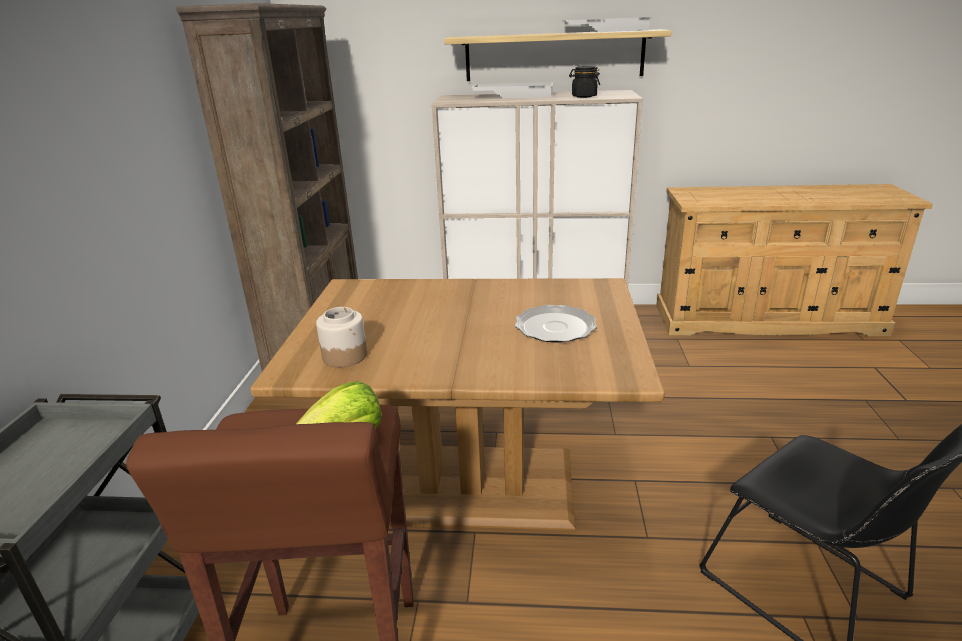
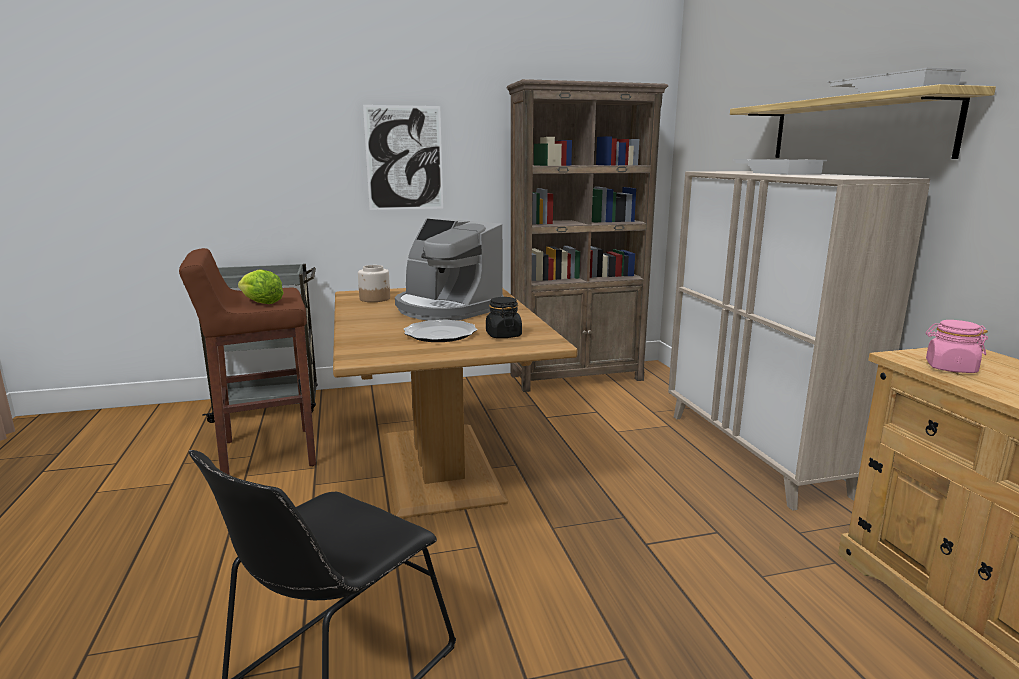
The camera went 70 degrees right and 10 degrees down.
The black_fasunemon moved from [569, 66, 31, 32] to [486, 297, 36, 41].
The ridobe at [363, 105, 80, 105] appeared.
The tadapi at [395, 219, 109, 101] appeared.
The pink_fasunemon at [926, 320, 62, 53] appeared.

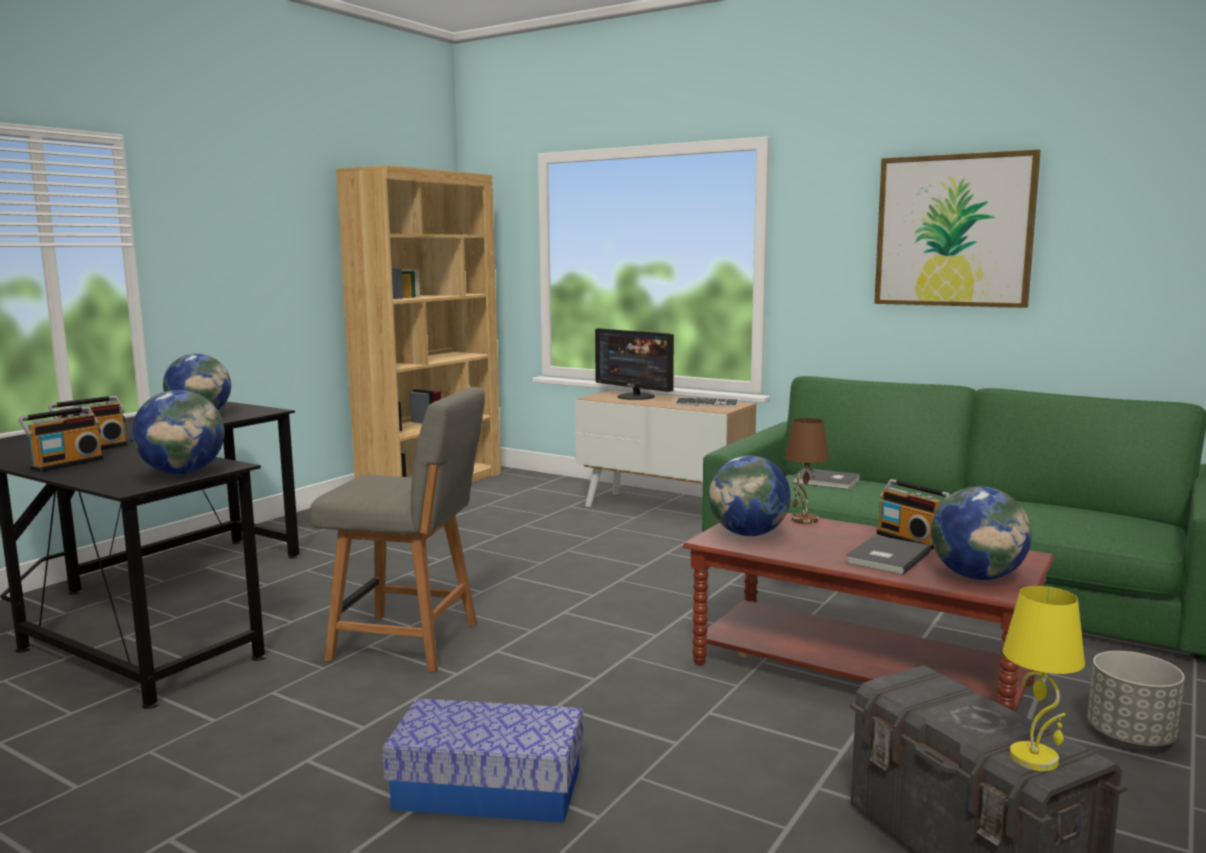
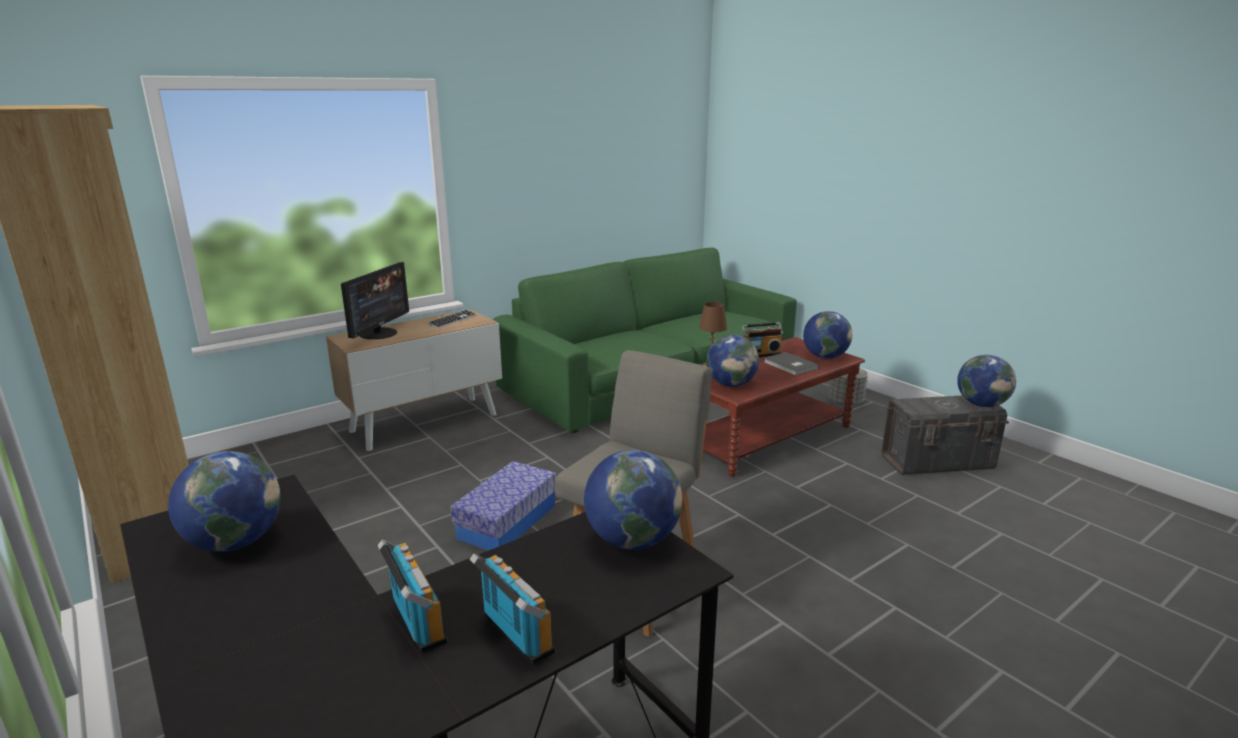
The camera went 70 degrees left and 10 degrees up.
The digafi moved from [383, 698, 200, 125] to [451, 461, 105, 90].
The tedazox at [595, 328, 79, 72] turned 45 degrees counterclockwise.
The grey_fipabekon at [792, 469, 68, 20] disappeared.
The ridobe at [874, 149, 167, 159] disappeared.
The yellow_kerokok at [1002, 586, 83, 185] was replaced by the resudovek at [957, 355, 59, 52].

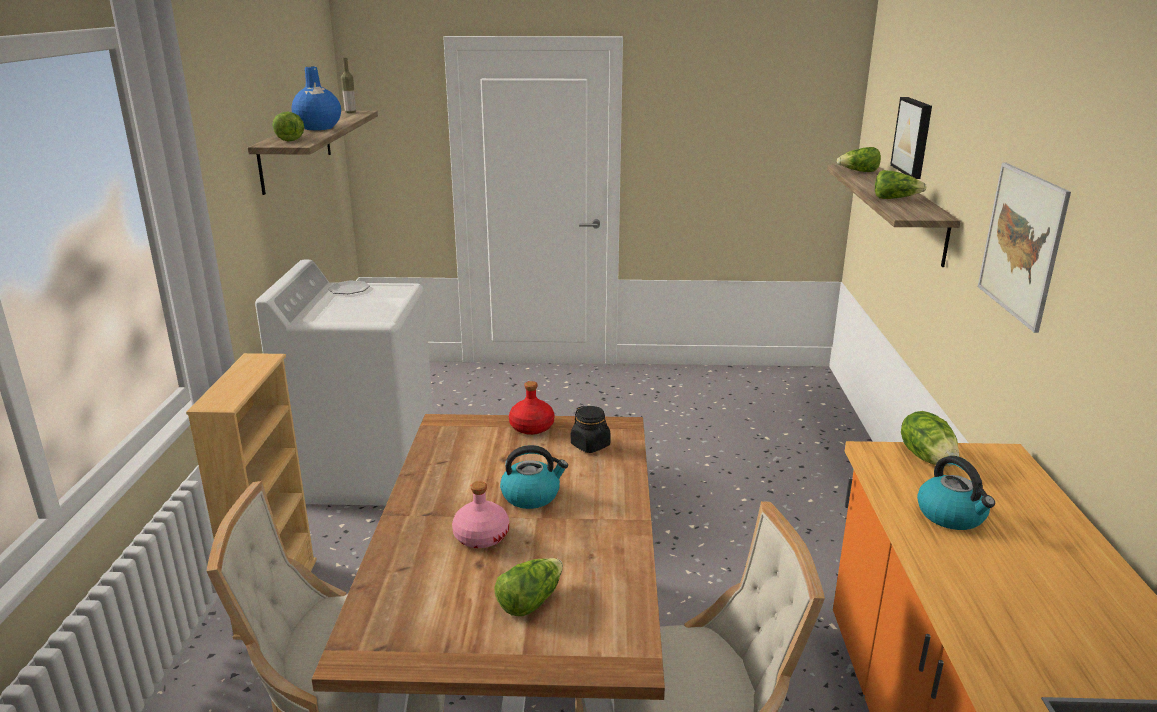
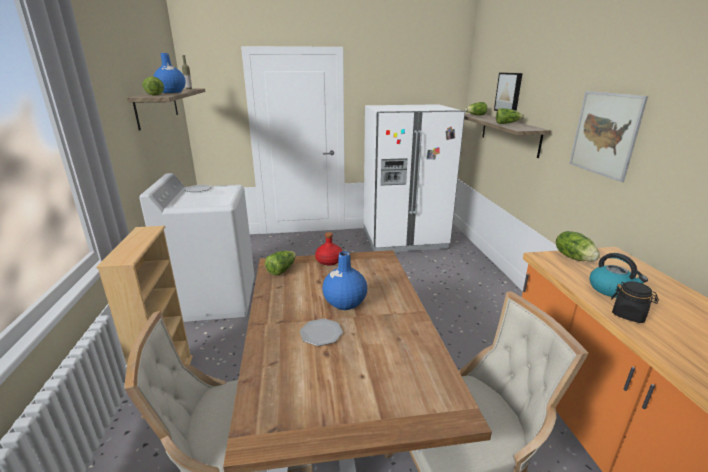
The camera went 10 degrees left and 0 degrees up.
The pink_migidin at [452, 481, 57, 67] was replaced by the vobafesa at [300, 319, 43, 27].
The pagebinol moved from [494, 558, 69, 58] to [265, 251, 31, 24].
The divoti at [500, 445, 68, 64] was replaced by the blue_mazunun at [322, 251, 45, 59].
The black_fasunemon moved from [571, 406, 40, 47] to [611, 281, 48, 42].
The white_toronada at [364, 104, 101, 148] appeared.

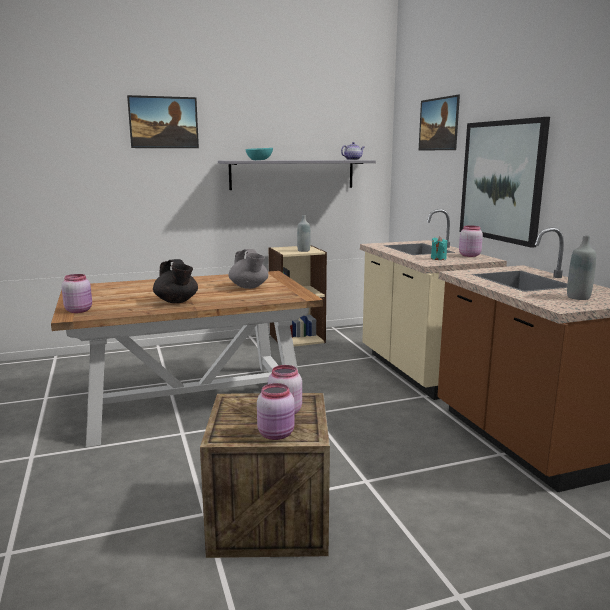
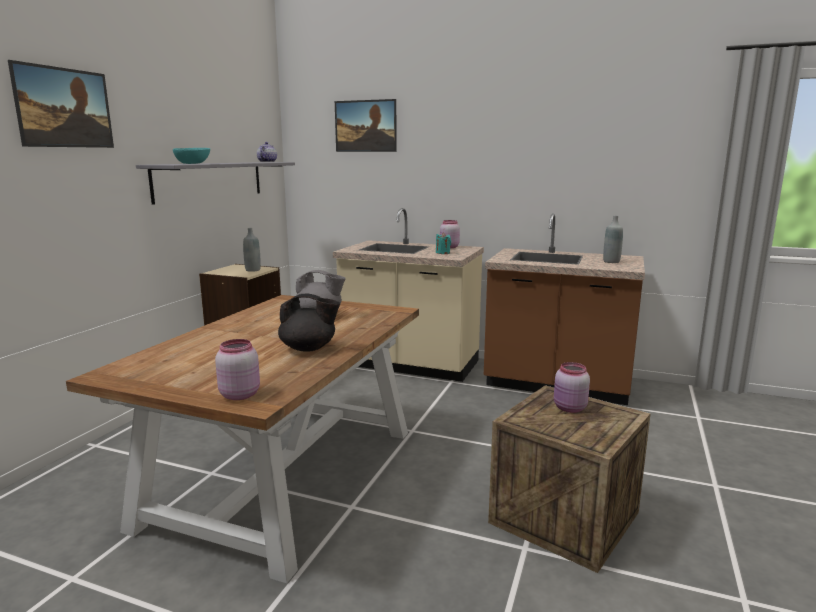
The camera went 50 degrees left and 0 degrees up.
The pink_fasunemon at [257, 383, 38, 57] disappeared.
The ridobe at [460, 117, 90, 131] disappeared.

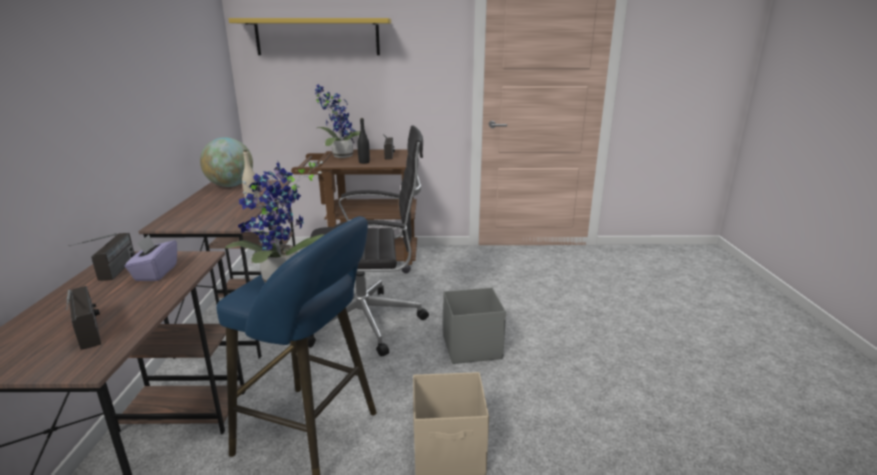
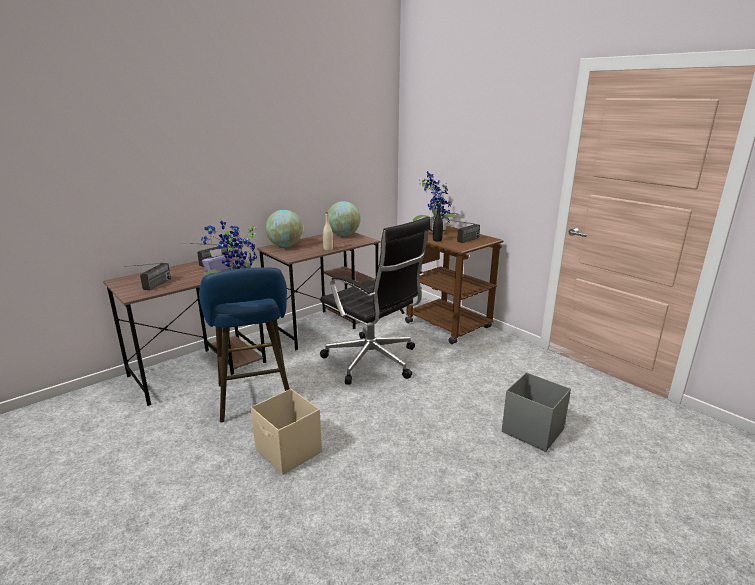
The camera went 50 degrees right and 0 degrees up.
The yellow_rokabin at [228, 18, 163, 37] disappeared.
The grey_digafi moved from [443, 288, 63, 76] to [502, 372, 69, 80].
The resudovek at [265, 210, 38, 37] appeared.

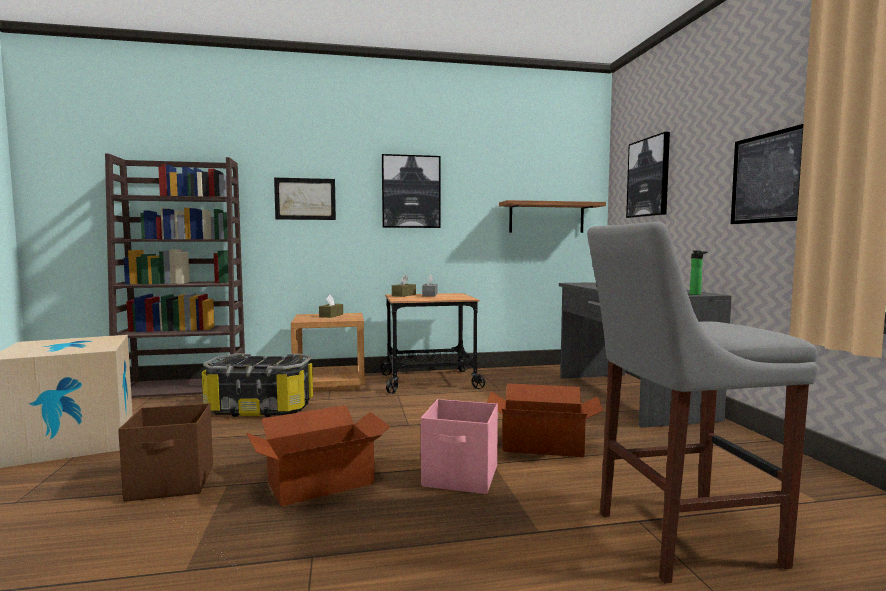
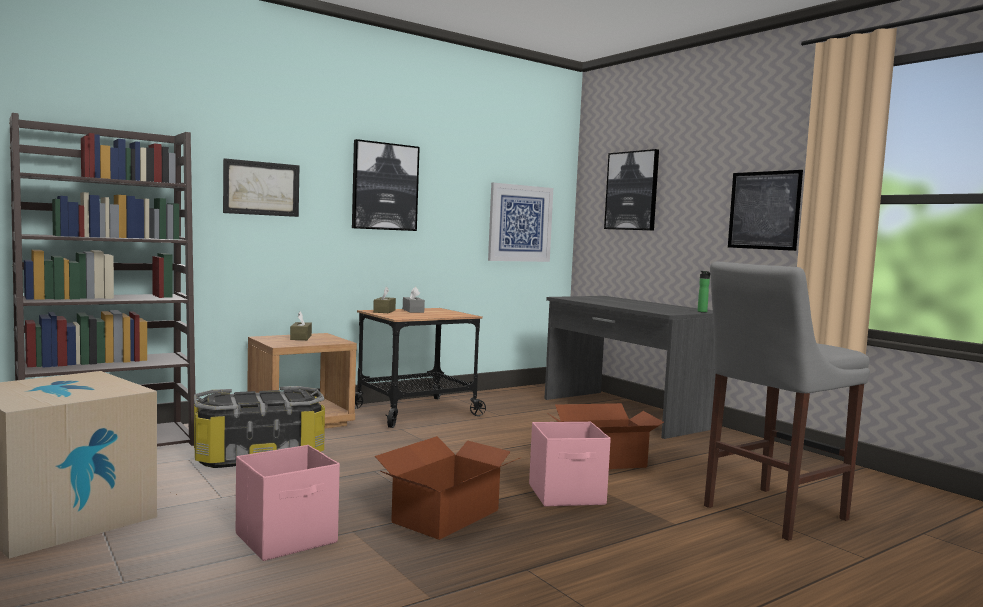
The camera went 25 degrees left and 0 degrees up.
The brown_digafi at [118, 403, 95, 99] became the pink_digafi at [236, 445, 104, 116].
The rokabin at [499, 200, 107, 33] was replaced by the ridobe at [488, 183, 65, 79].

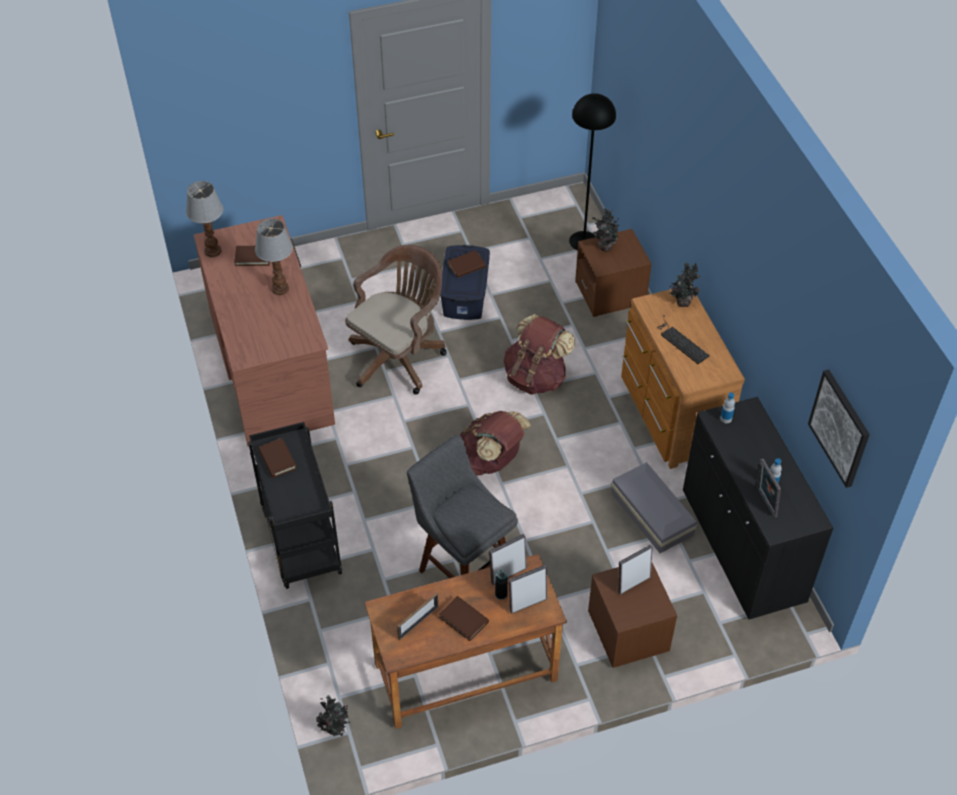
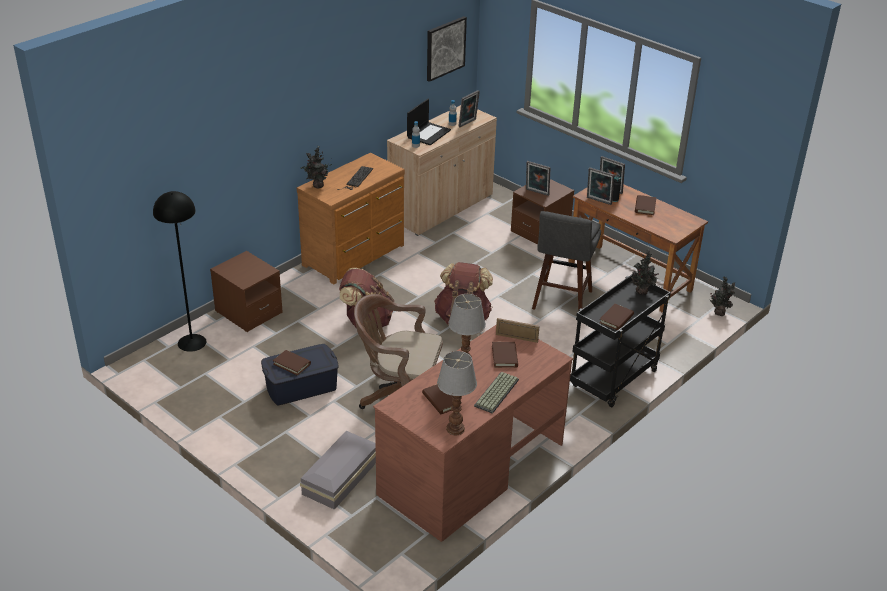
The camera went 120 degrees left and 15 degrees down.
The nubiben moved from [397, 593, 41, 47] to [496, 318, 44, 25].
The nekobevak moved from [592, 208, 27, 43] to [631, 249, 28, 46].
The grey_digafi moved from [611, 462, 86, 91] to [300, 431, 76, 79].
The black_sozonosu at [683, 397, 151, 223] became the beige_sozonosu at [387, 105, 110, 131].
The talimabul at [407, 99, 44, 46] appeared.
The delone at [474, 372, 45, 42] appeared.
The brown_fipabekon at [492, 342, 26, 26] appeared.

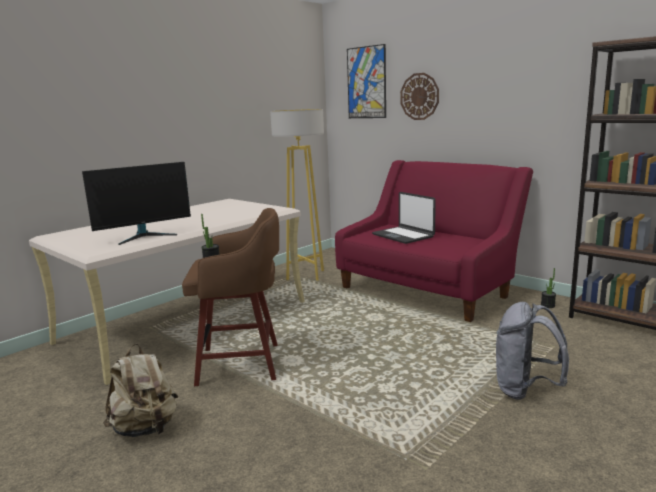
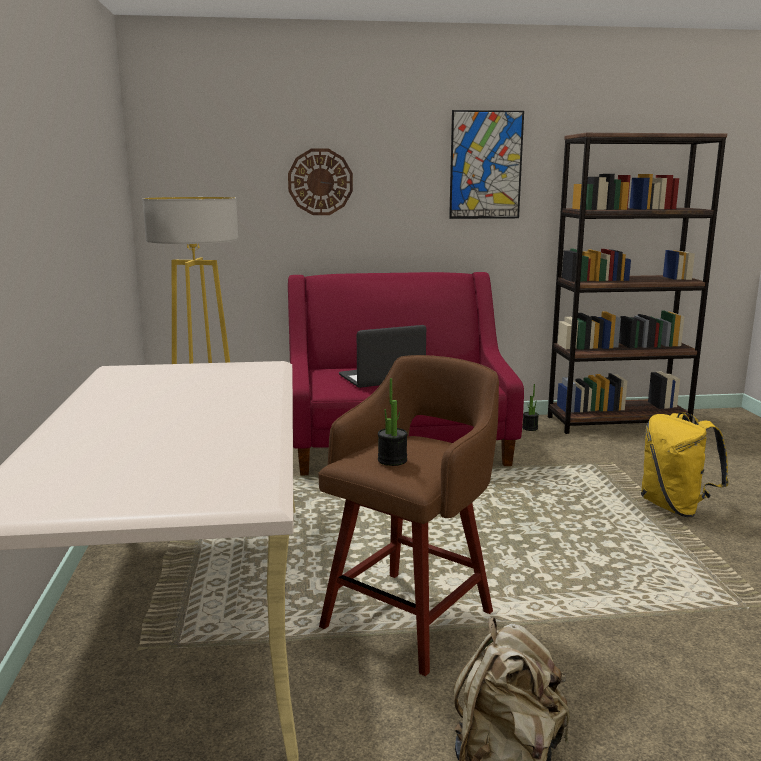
The camera went 50 degrees left and 0 degrees up.
The tedazox at [82, 162, 109, 83] disappeared.
The ridobe moved from [347, 44, 39, 74] to [449, 110, 75, 109].
The talimabul at [372, 192, 64, 52] turned 150 degrees clockwise.
The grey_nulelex at [496, 302, 73, 98] became the yellow_nulelex at [641, 412, 88, 105].

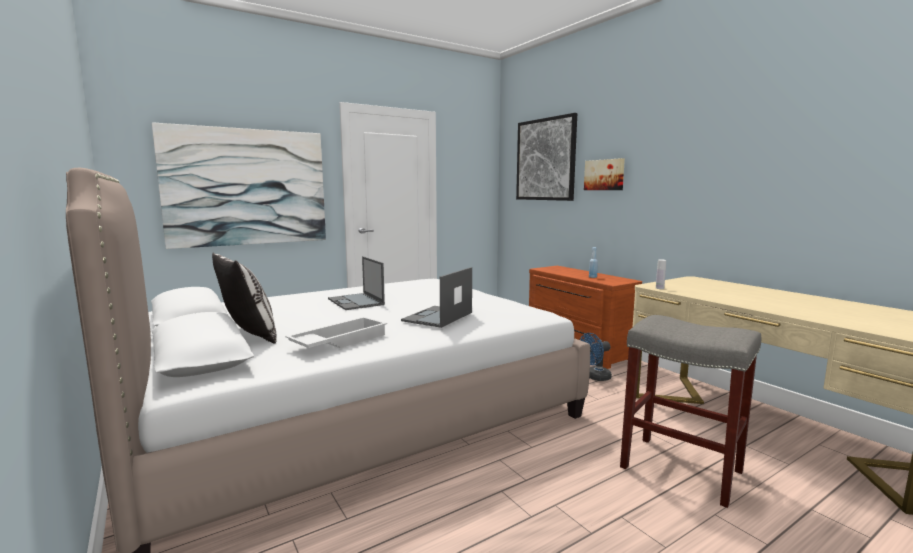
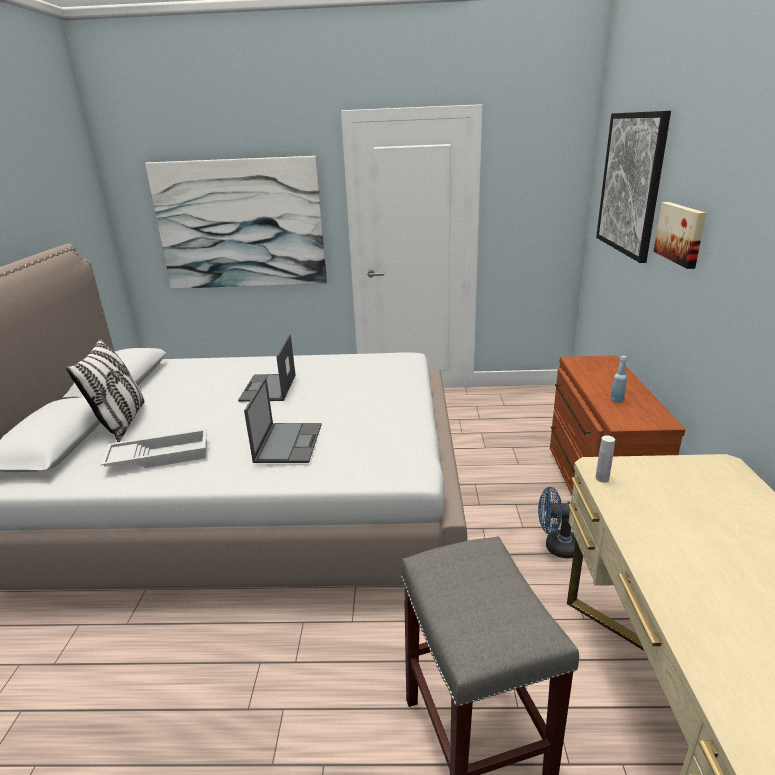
The camera went 35 degrees right and 15 degrees up.
The talimabul at [401, 267, 71, 61] turned 120 degrees clockwise.

